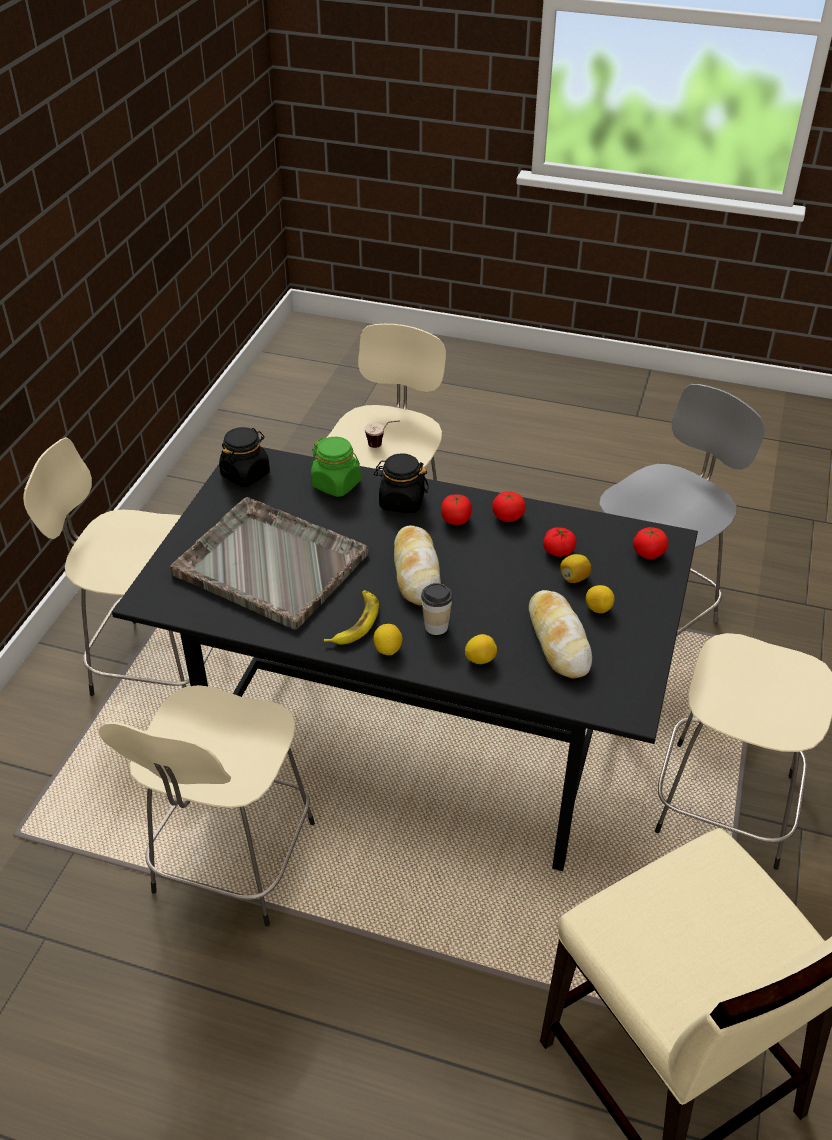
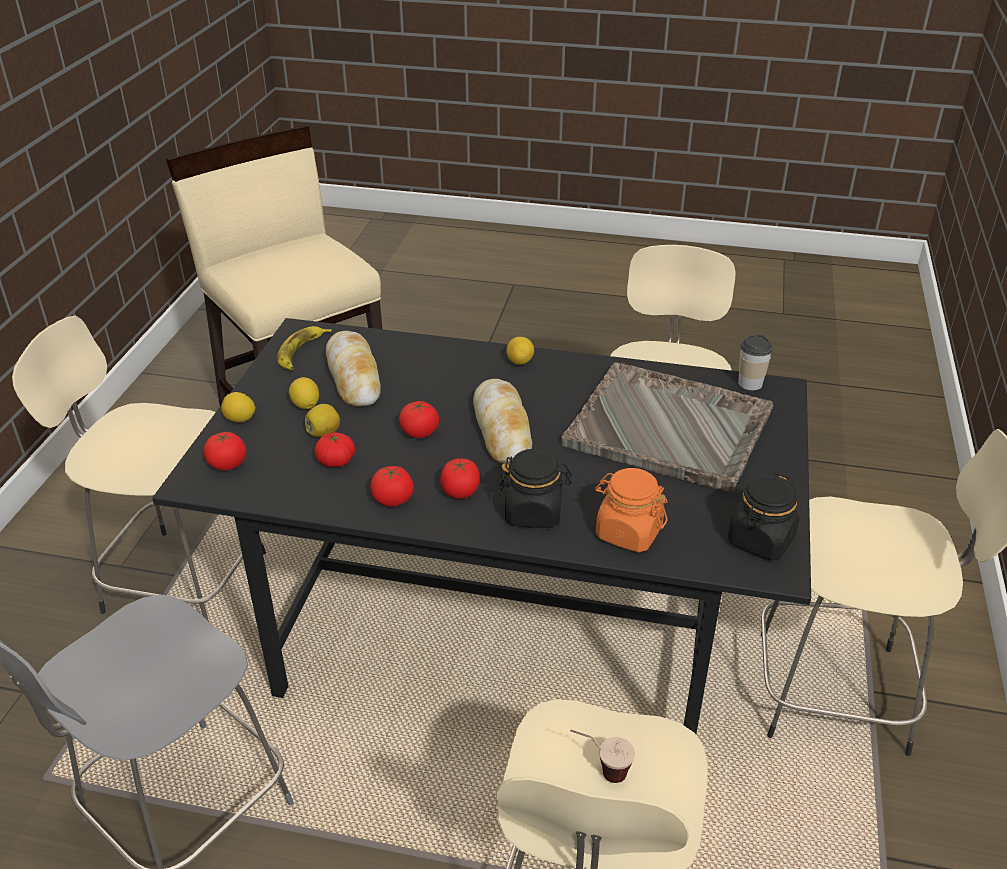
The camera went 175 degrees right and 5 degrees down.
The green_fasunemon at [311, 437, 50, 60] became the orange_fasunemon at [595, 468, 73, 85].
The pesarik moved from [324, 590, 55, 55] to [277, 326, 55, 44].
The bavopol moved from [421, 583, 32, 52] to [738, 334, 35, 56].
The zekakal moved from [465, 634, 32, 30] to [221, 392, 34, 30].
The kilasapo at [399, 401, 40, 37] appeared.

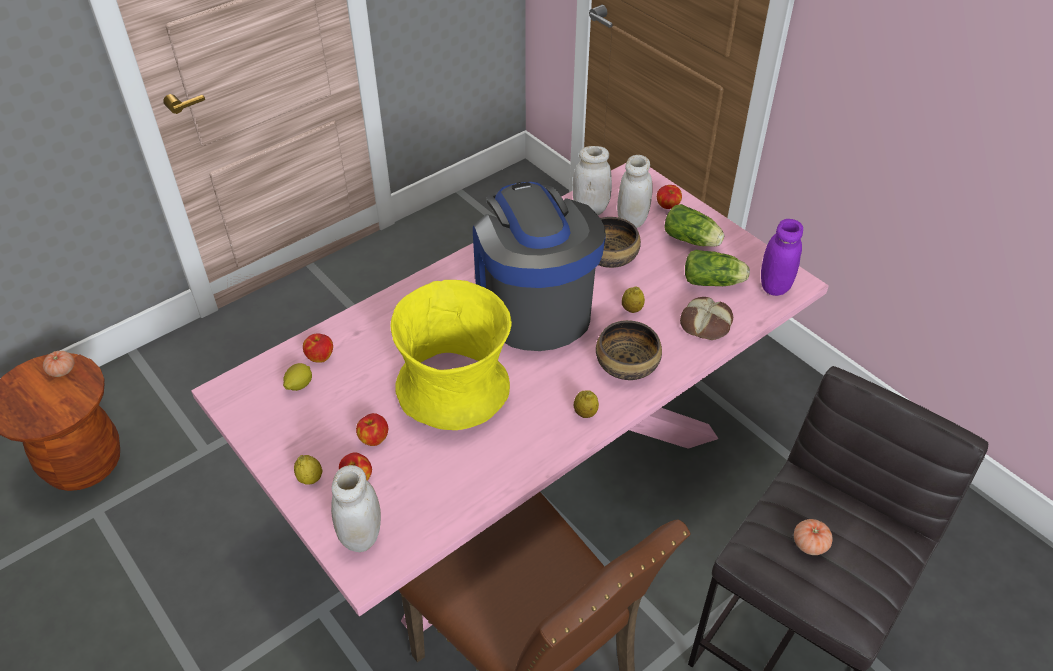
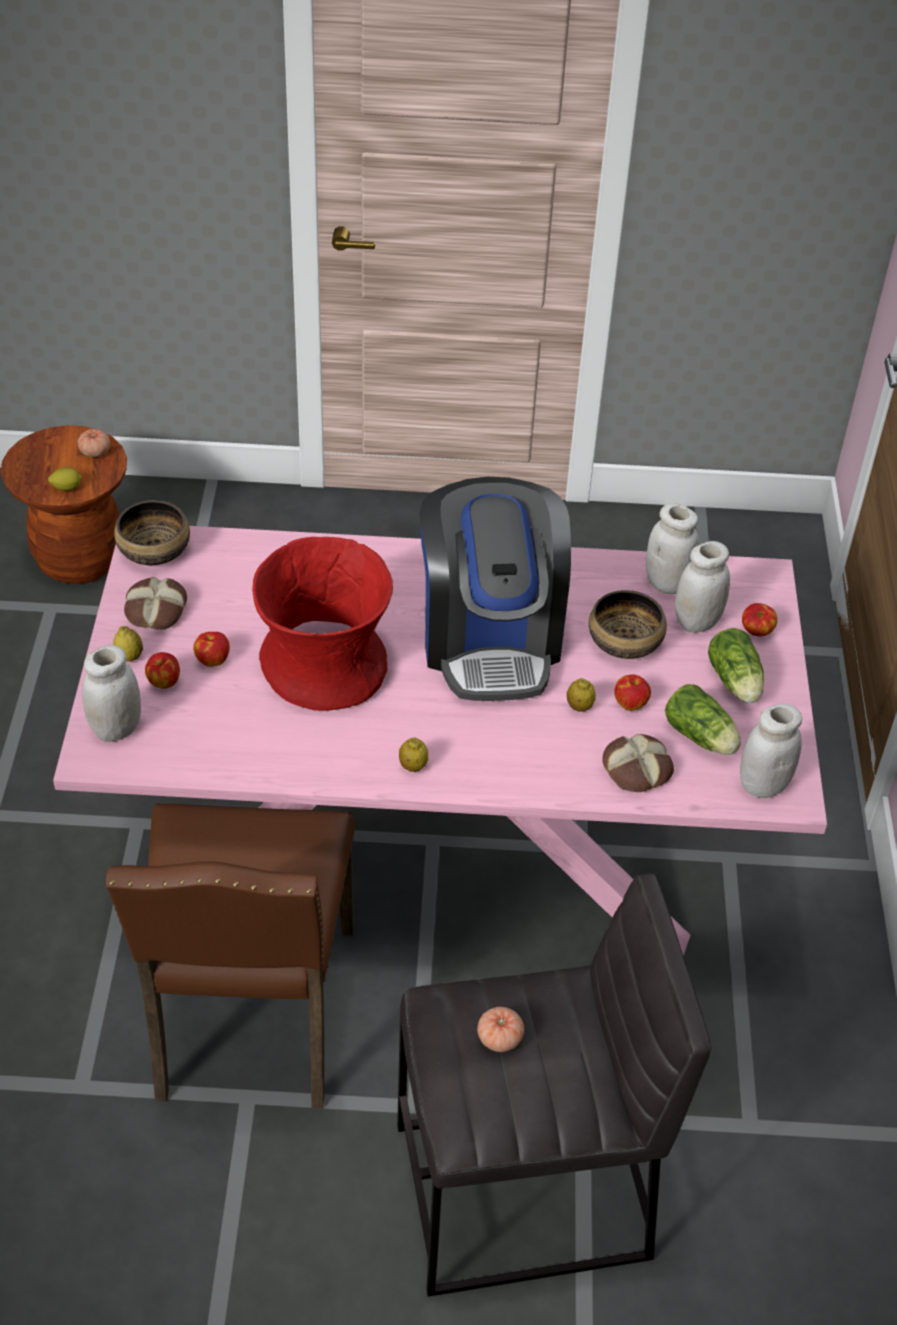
The camera went 40 degrees right and 0 degrees up.
The zekakal moved from [283, 363, 29, 28] to [48, 467, 34, 24].
The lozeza moved from [303, 334, 30, 29] to [614, 674, 37, 37].
The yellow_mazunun at [390, 280, 122, 150] became the red_mazunun at [252, 537, 141, 174].
The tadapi at [473, 182, 133, 169] turned 150 degrees clockwise.
The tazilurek moved from [596, 320, 66, 60] to [114, 500, 76, 65].
The purple_fasunemon at [761, 219, 42, 77] became the white_fasunemon at [740, 703, 62, 95].
The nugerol at [124, 577, 63, 52] appeared.

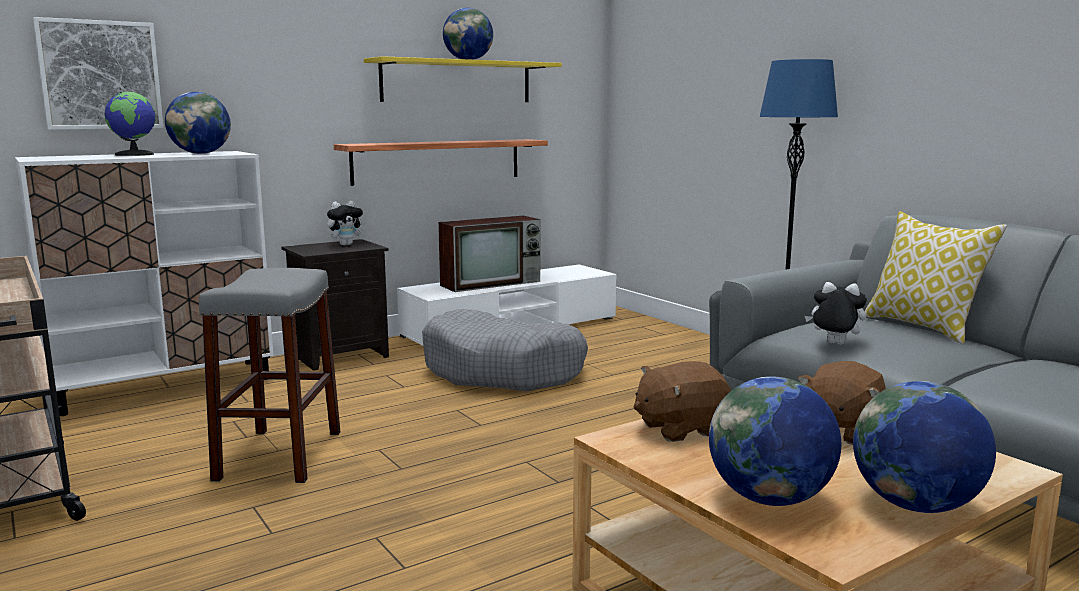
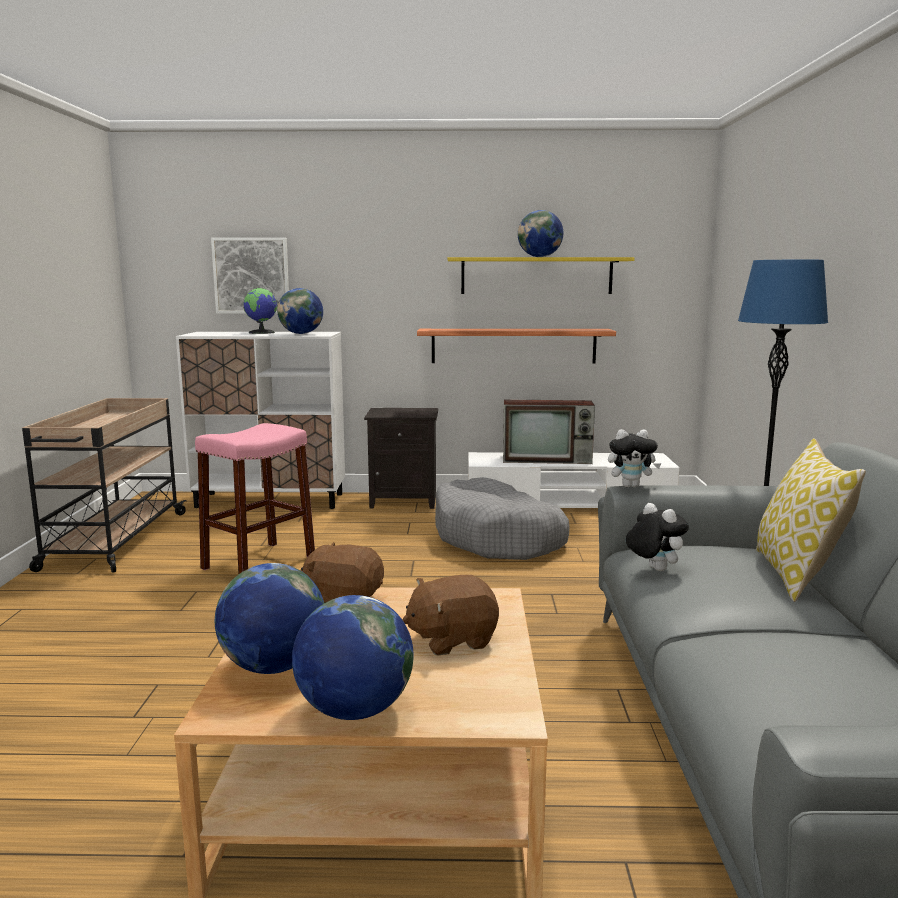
The camera went 35 degrees right and 0 degrees up.
The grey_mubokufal at [199, 268, 141, 215] became the pink_mubokufal at [195, 423, 120, 151].
The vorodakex moved from [327, 201, 39, 45] to [608, 429, 53, 58].

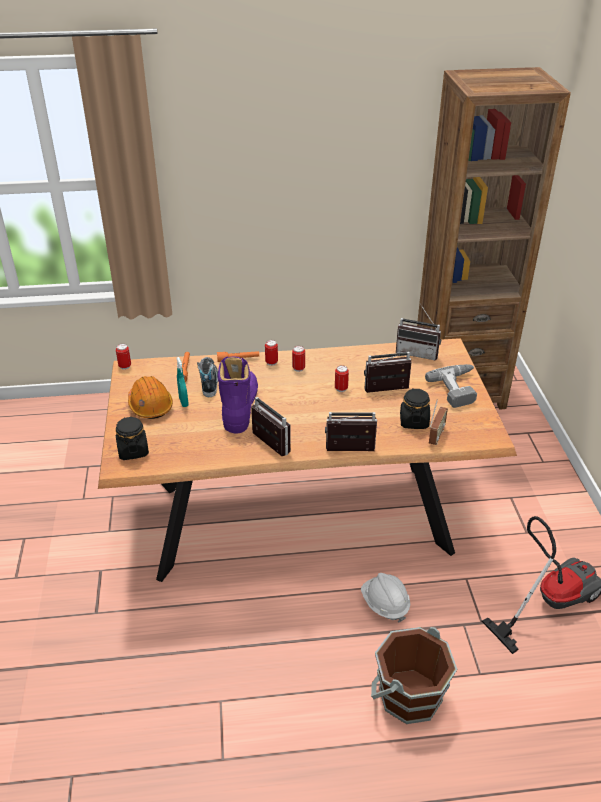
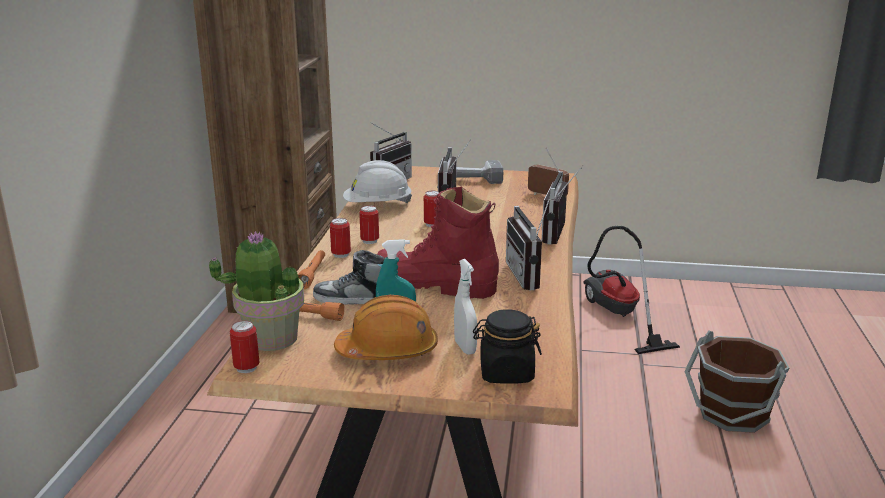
The camera went 75 degrees left and 15 degrees down.
The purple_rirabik at [217, 356, 41, 77] became the red_rirabik at [377, 187, 122, 112].
The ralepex at [251, 397, 40, 59] turned 75 degrees counterclockwise.
The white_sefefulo moved from [361, 573, 49, 50] to [343, 160, 69, 43].
The black_fasunemon at [400, 389, 30, 40] disappeared.
The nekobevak at [208, 231, 96, 120] appeared.
The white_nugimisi at [454, 259, 23, 96] appeared.

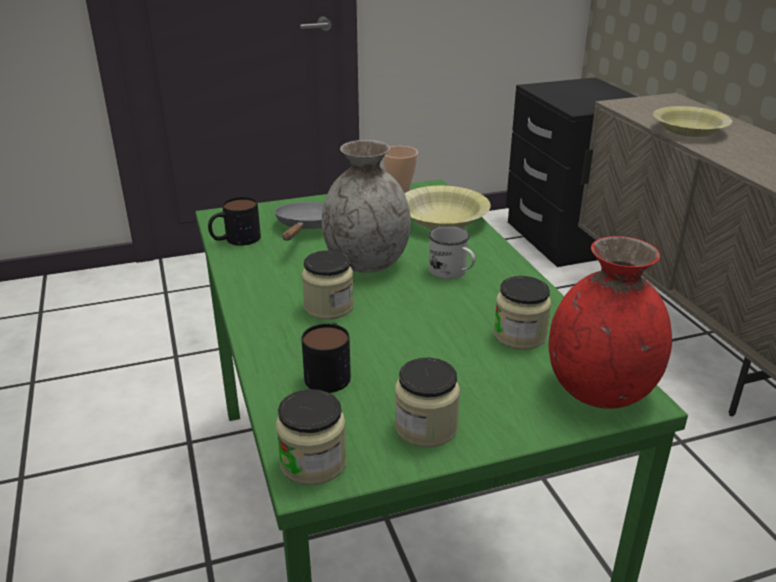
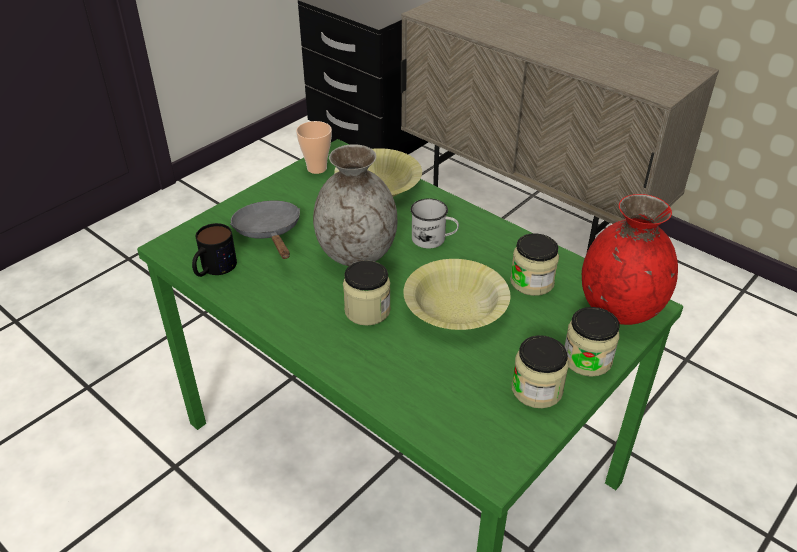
The camera went 30 degrees left and 10 degrees up.
The fasunemon moved from [276, 389, 71, 97] to [564, 307, 55, 70].
The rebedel at [301, 323, 50, 70] disappeared.
The yellow_tazilurek moved from [653, 106, 79, 31] to [403, 259, 107, 71].

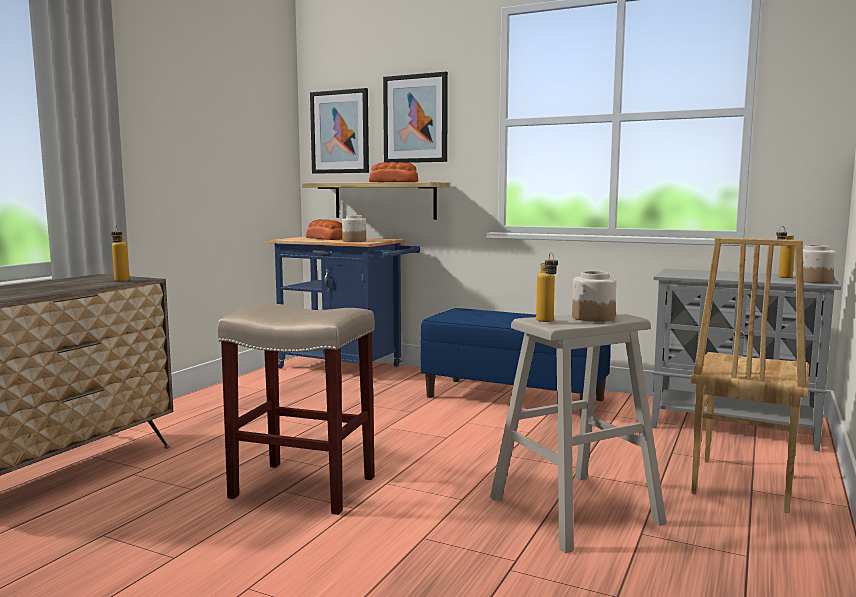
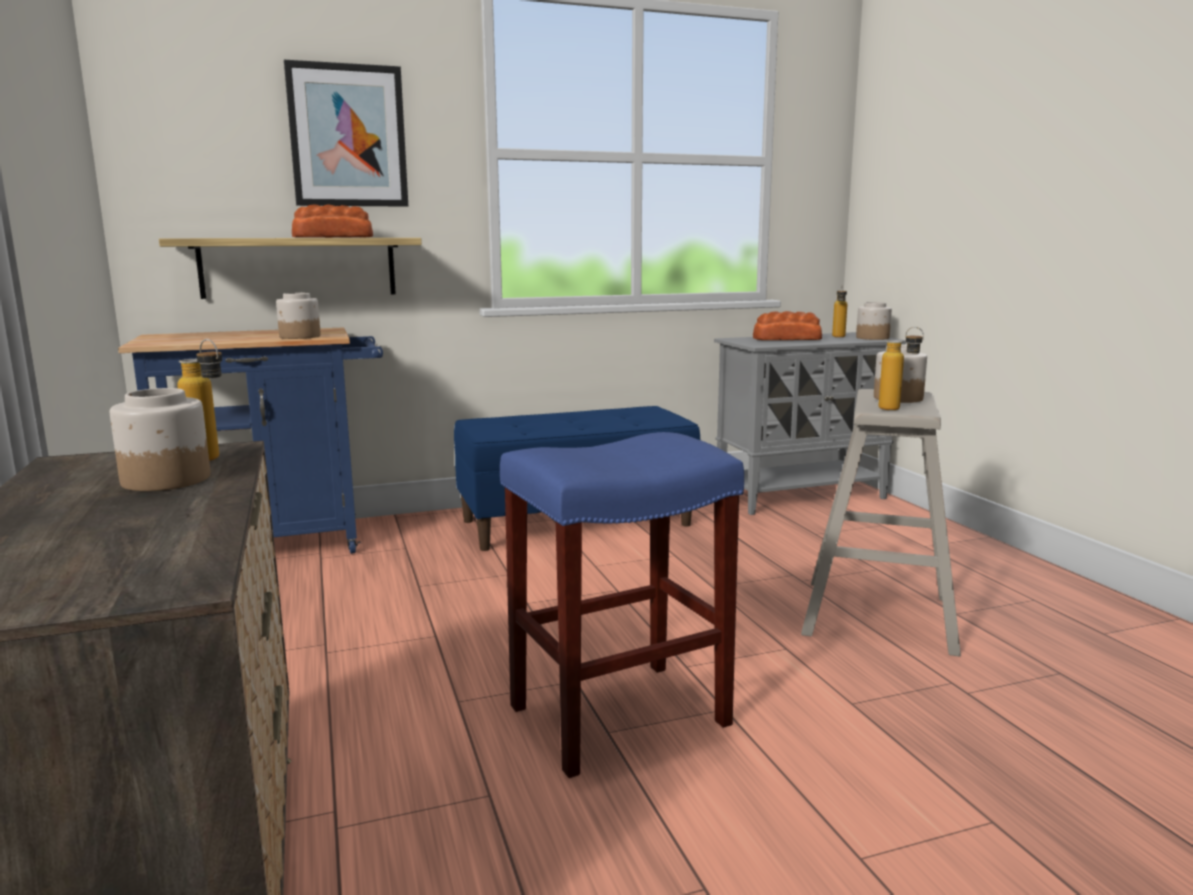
The camera went 45 degrees left and 5 degrees up.
The beige_mubokufal at [218, 303, 157, 212] became the blue_mubokufal at [500, 432, 244, 346].
The nugerol moved from [306, 219, 36, 21] to [753, 311, 69, 29].
The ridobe at [310, 88, 59, 86] disappeared.
The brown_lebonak at [690, 238, 119, 275] disappeared.
The fasunemon at [110, 388, 100, 103] appeared.

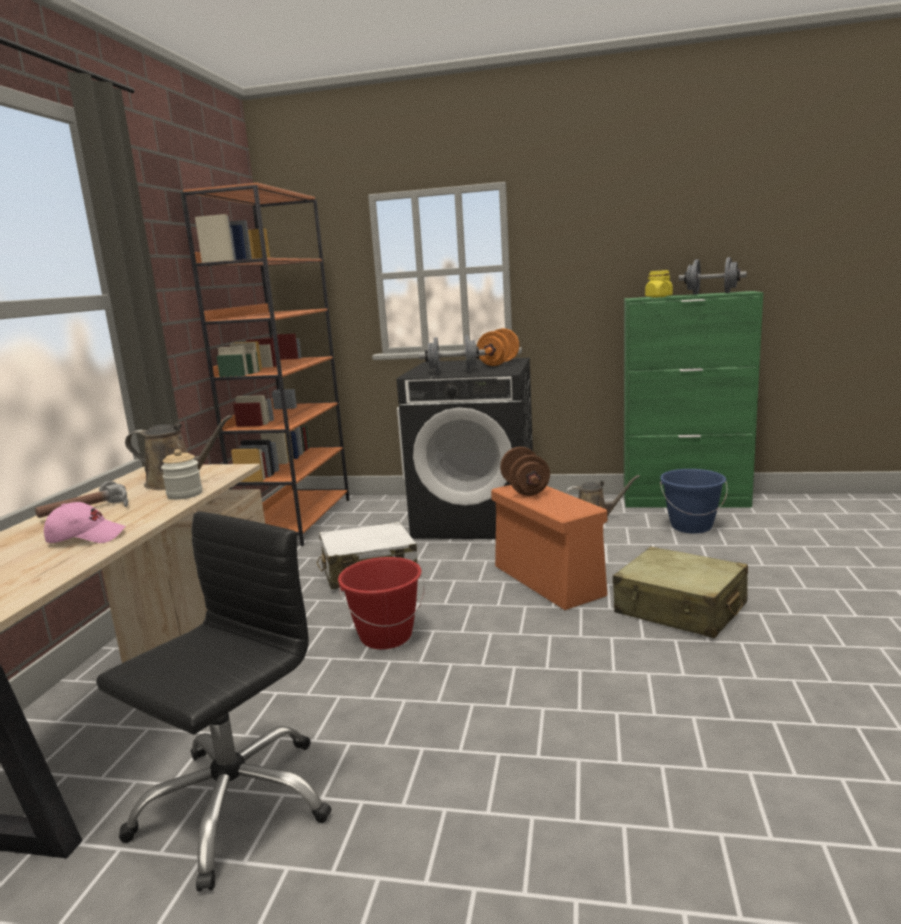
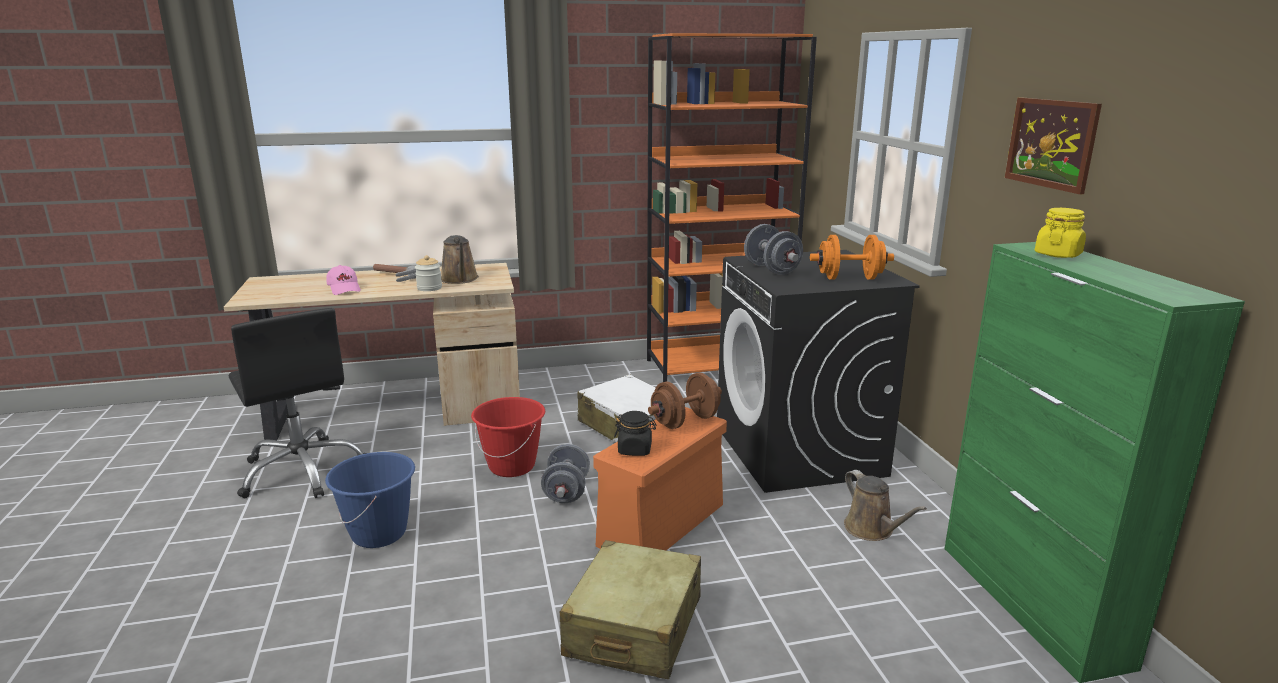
The camera went 65 degrees right and 5 degrees up.
The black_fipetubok at [96, 511, 236, 381] turned 45 degrees clockwise.
The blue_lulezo moved from [660, 469, 68, 64] to [325, 452, 90, 96].
The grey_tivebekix moved from [679, 257, 68, 38] to [541, 444, 49, 59].
The black_fasunemon at [614, 411, 42, 45] appeared.
The ridobe at [1005, 97, 97, 97] appeared.

